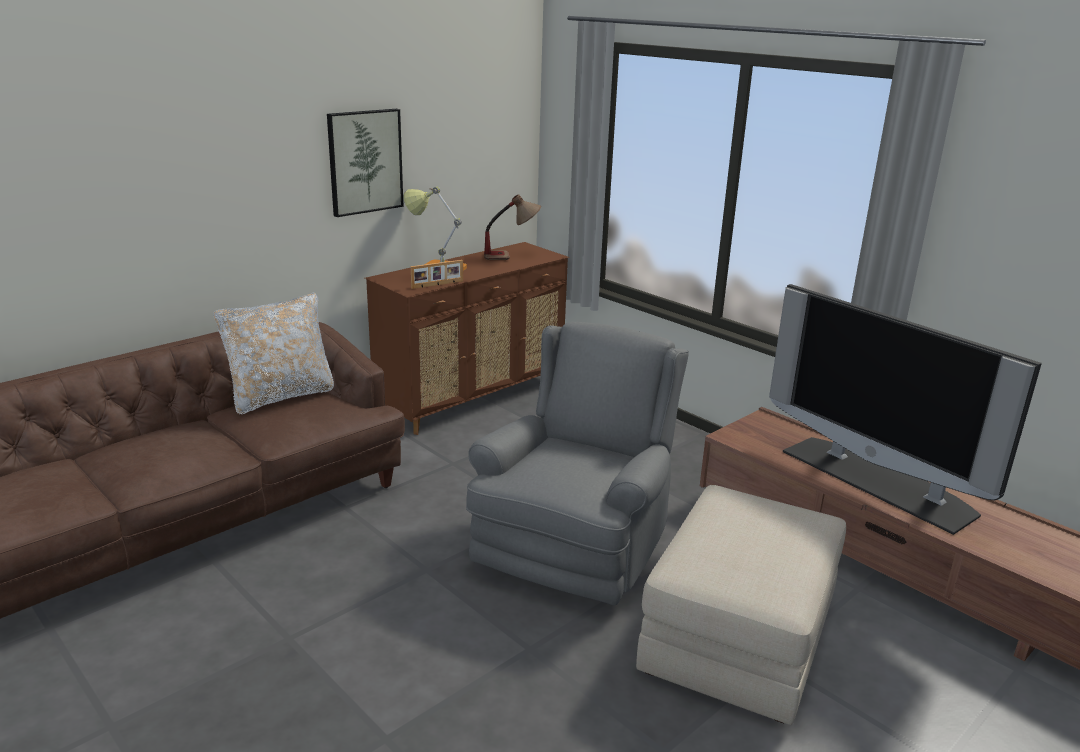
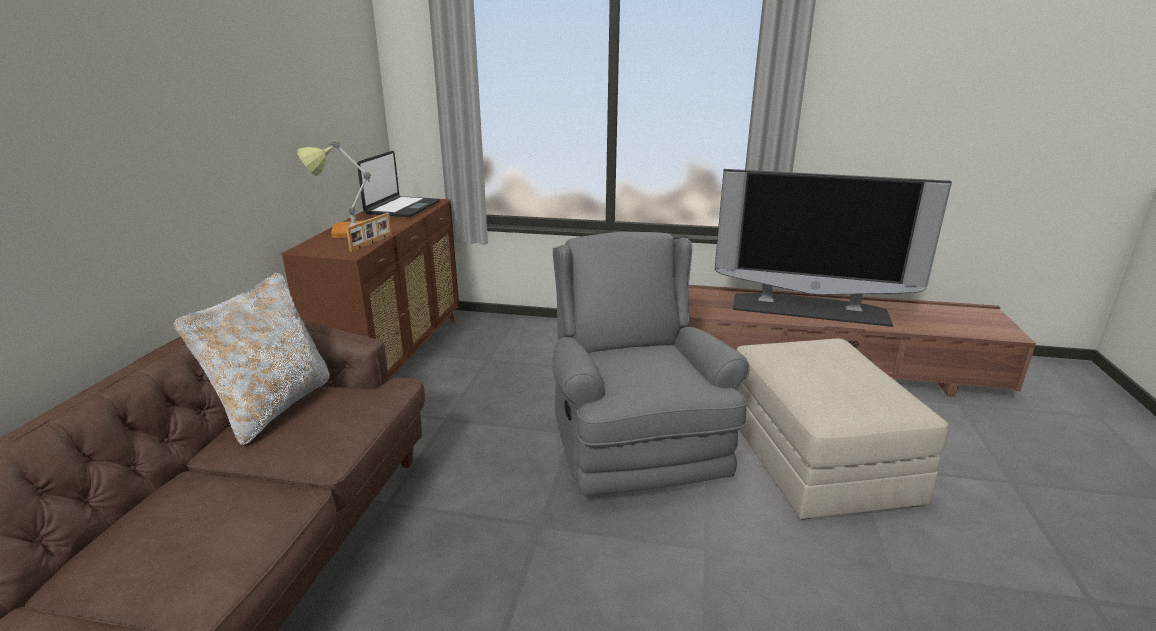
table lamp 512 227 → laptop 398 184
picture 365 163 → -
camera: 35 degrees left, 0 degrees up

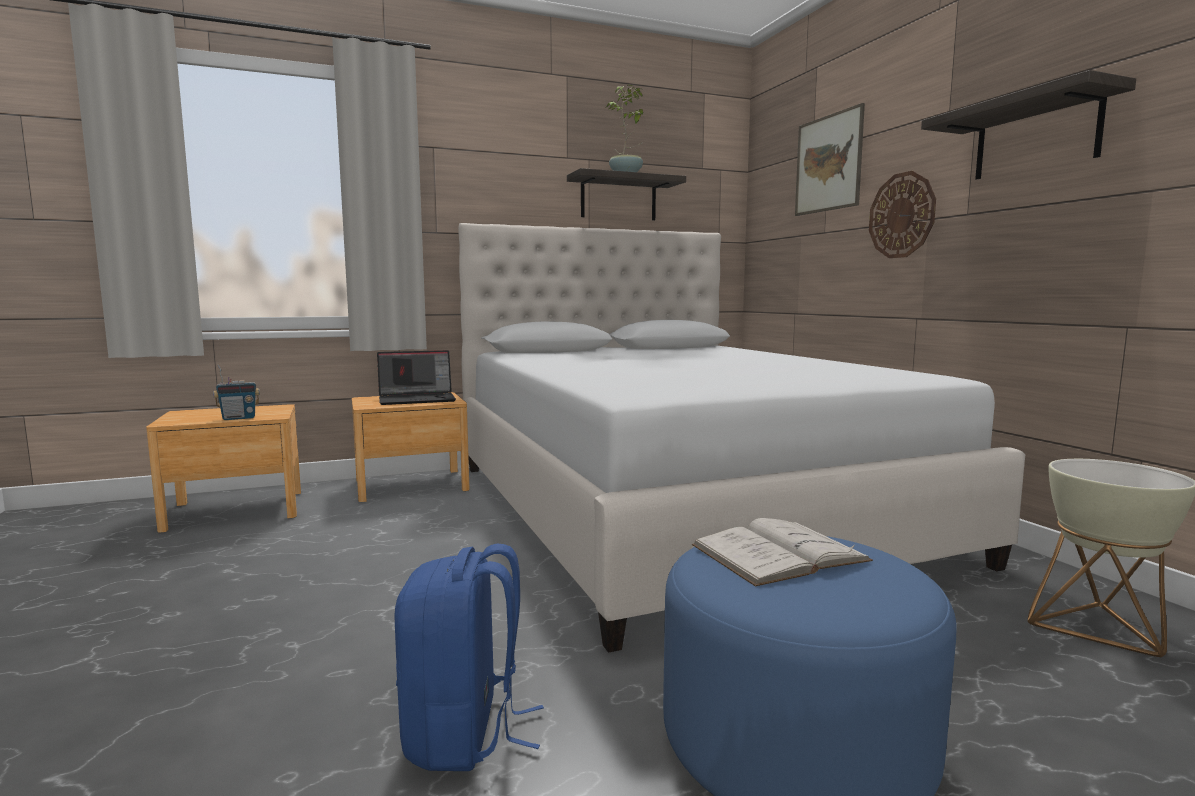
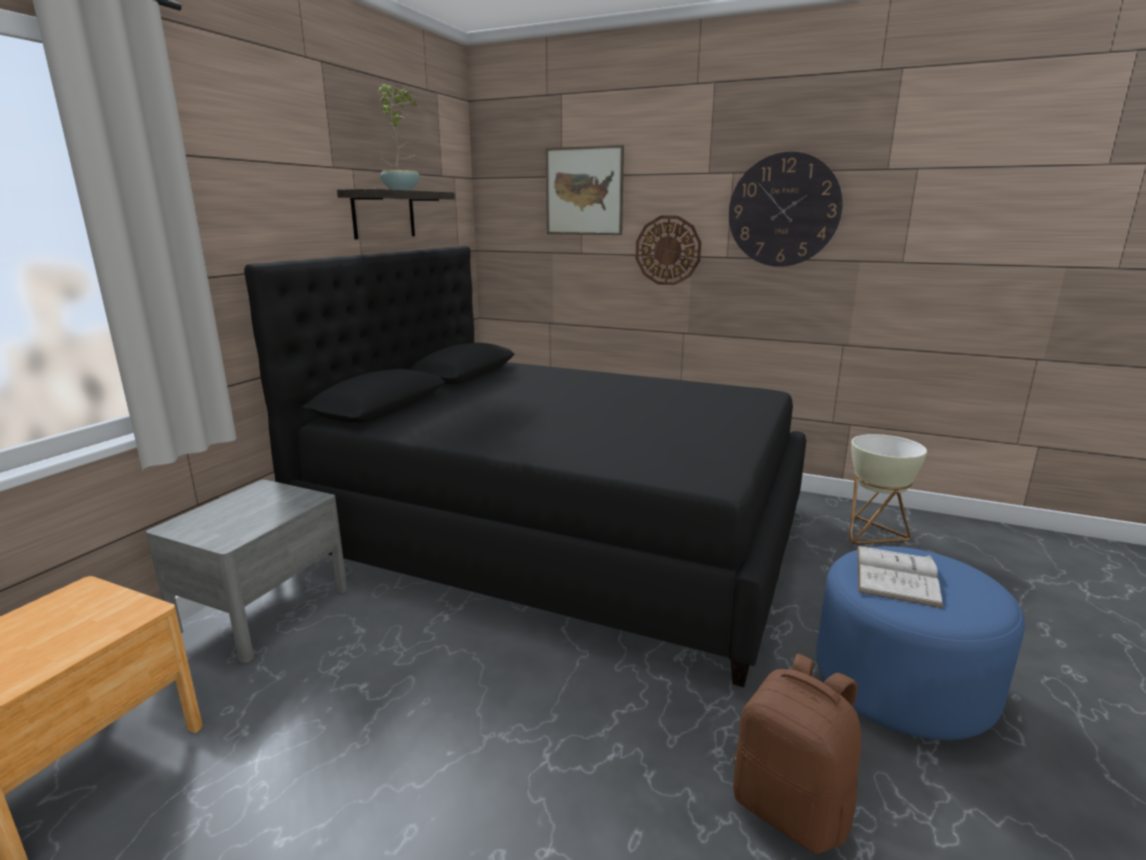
brown nightstand 411 447 → grey nightstand 246 571
white bed 741 438 → black bed 525 466
shelf 1028 124 → wall clock 786 209
blue backpack 469 657 → brown backpack 797 753
radio 236 392 → -
laptop 416 377 → -
camera: 45 degrees left, 10 degrees up

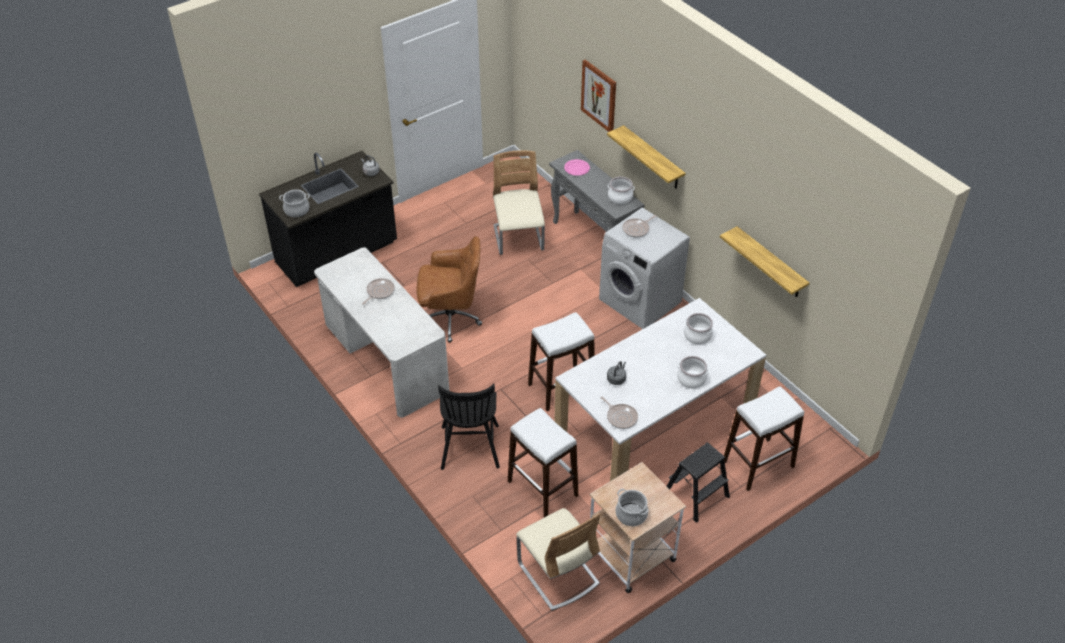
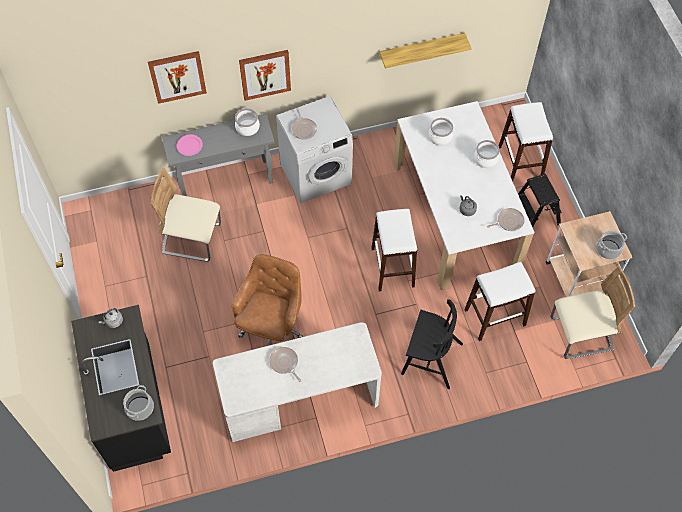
shelf 646 157 → picture 265 75
camera: 70 degrees left, 15 degrees up

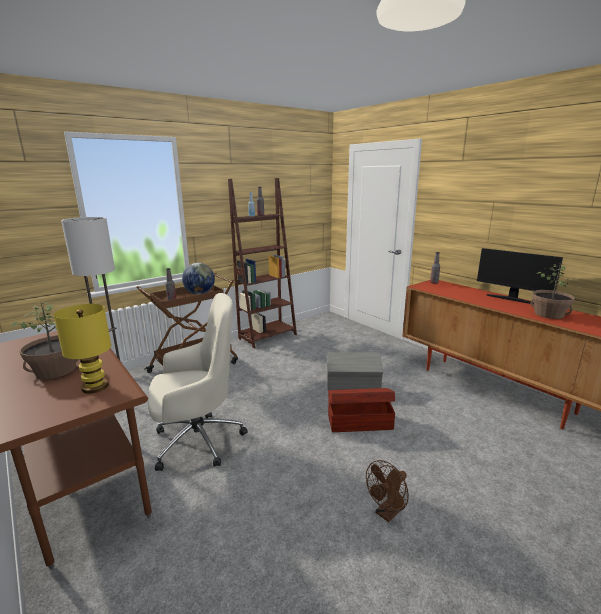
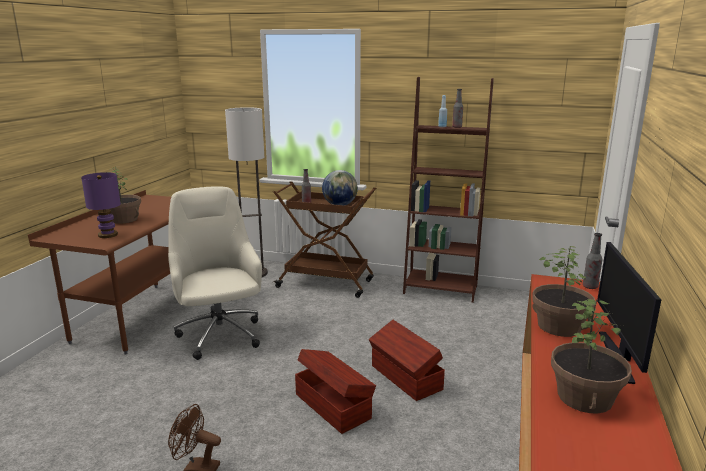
yellow table lamp 82 349 → purple table lamp 101 205
beige office chair 198 382 → beige office chair 215 273, 150 degrees counterclockwise
grey storage box 355 371 → brown storage box 407 360
- → potted plant 563 291
camera: 55 degrees right, 0 degrees up

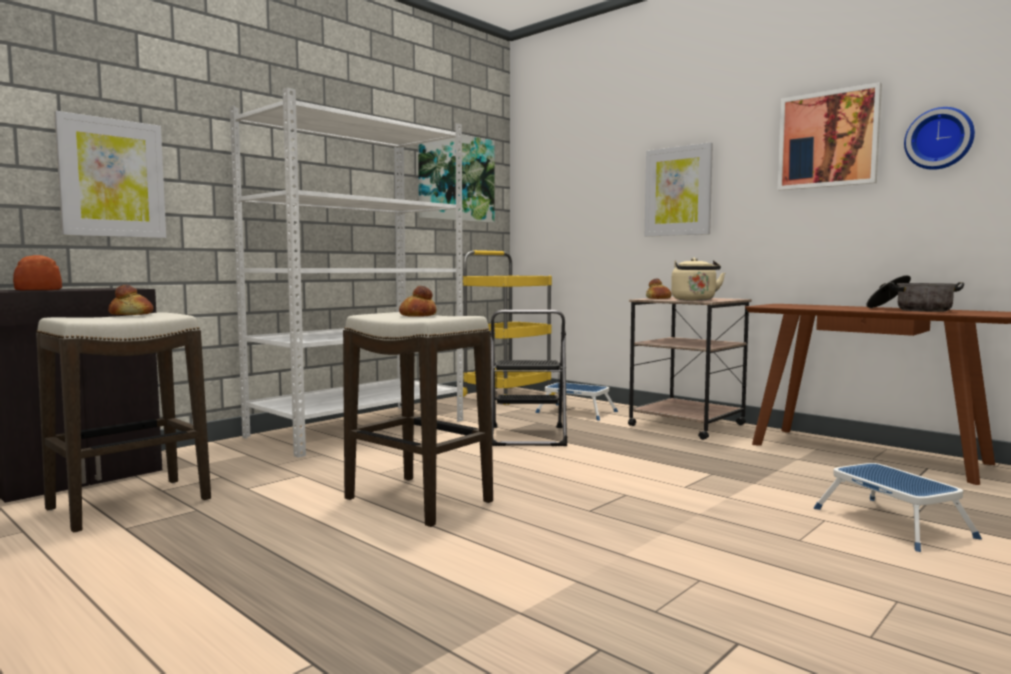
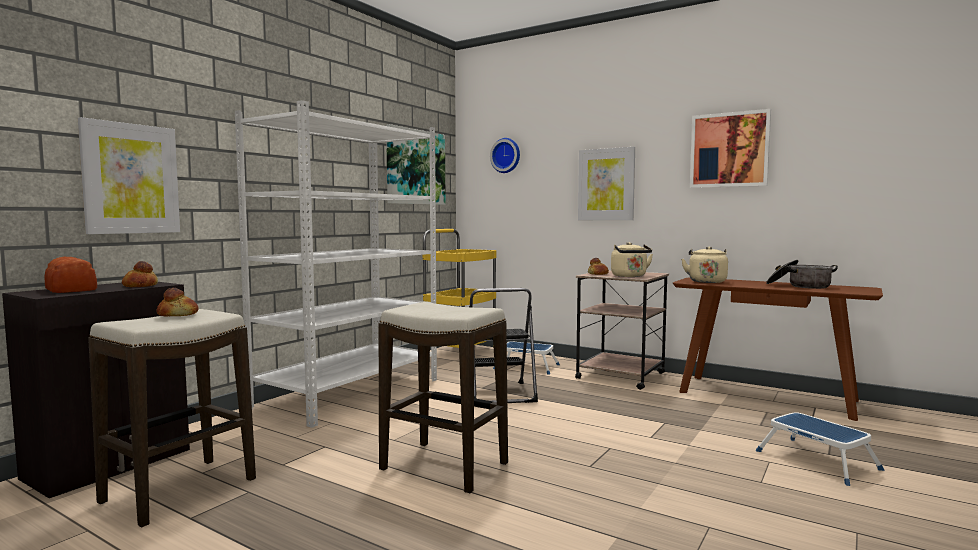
bread 418 301 → bread 140 274, shifted
wall clock 939 138 → wall clock 505 155, shifted
- → beige kettle 704 264
camera: 10 degrees left, 0 degrees up

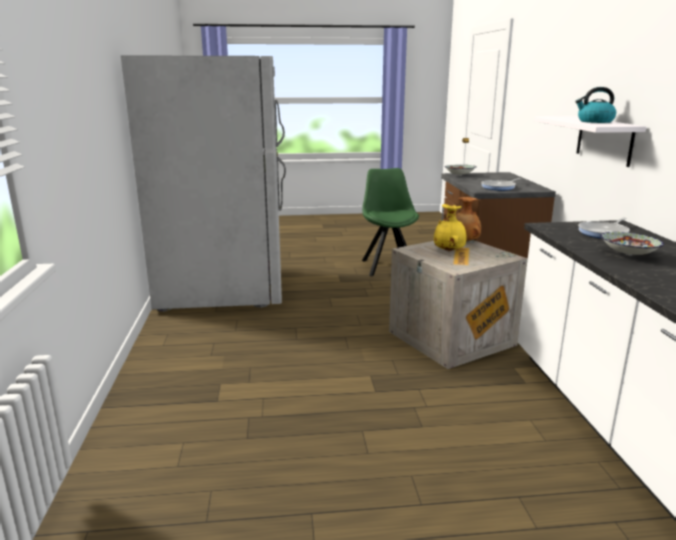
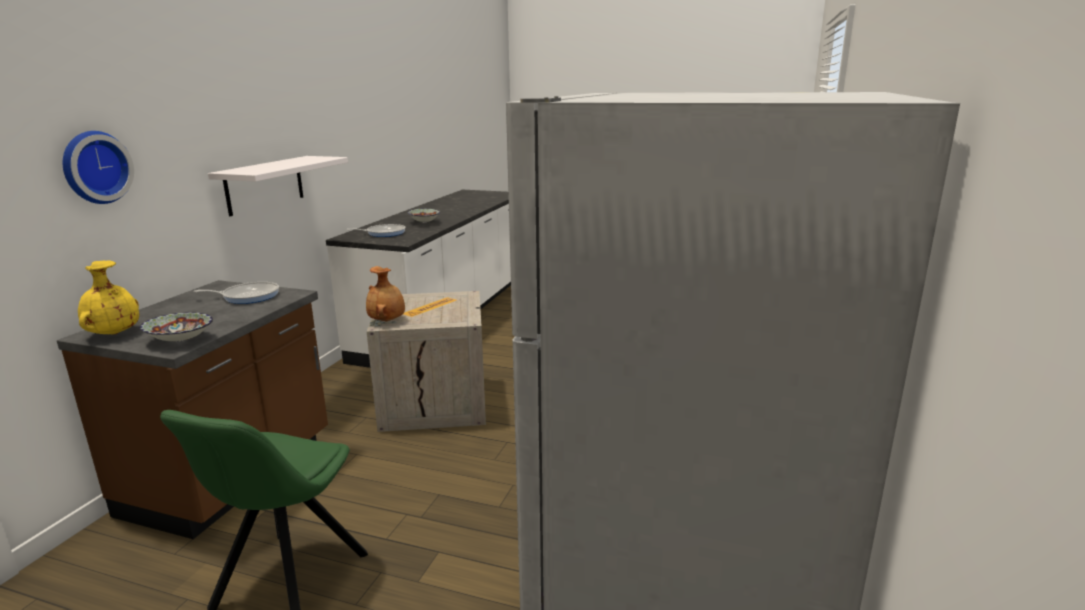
- → wall clock 98 167
yellow vase 450 227 → yellow vase 108 298, shifted
kettle 595 105 → -
camera: 155 degrees left, 0 degrees up

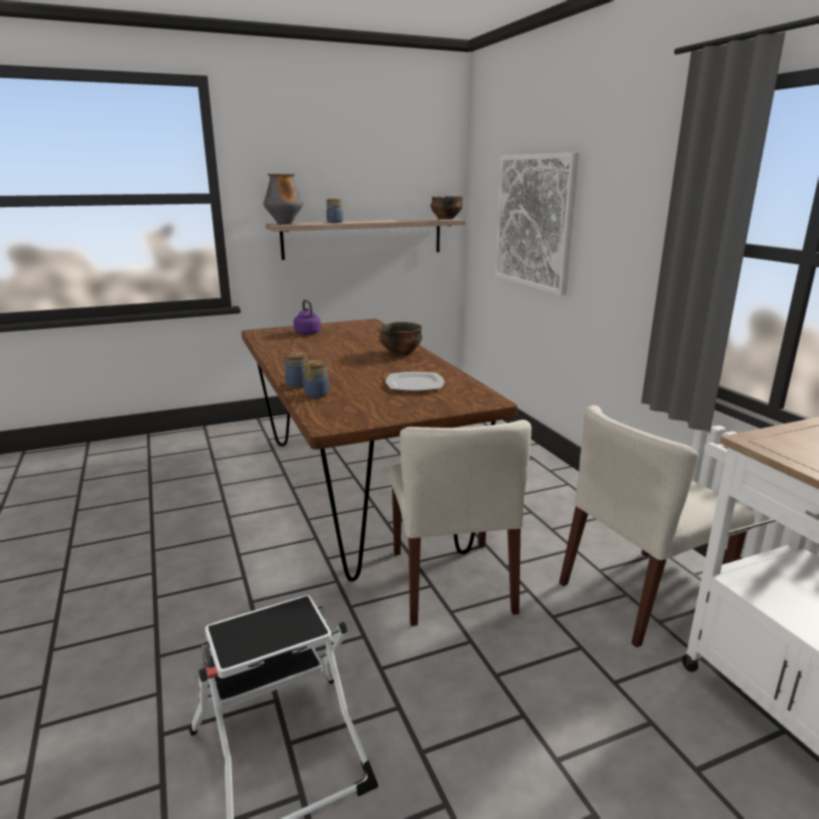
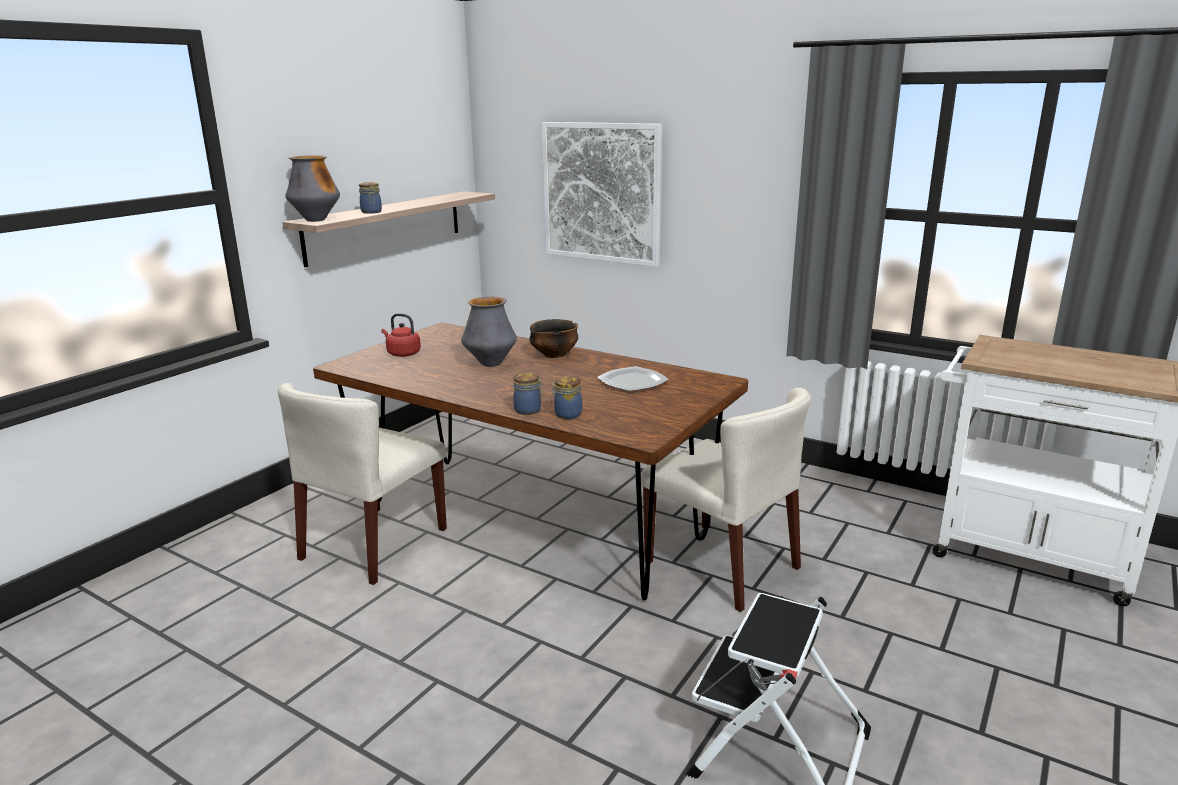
beige chair 657 526 → beige chair 362 484, shifted
purple kettle 307 317 → red kettle 401 335
- → vase 489 332
bowl 447 207 → -
camera: 35 degrees left, 0 degrees up

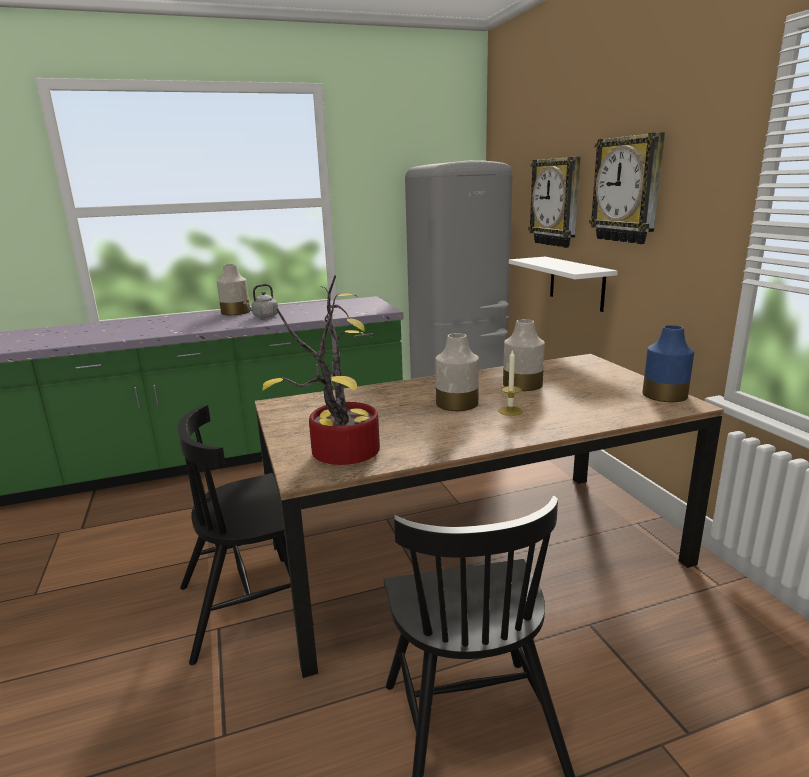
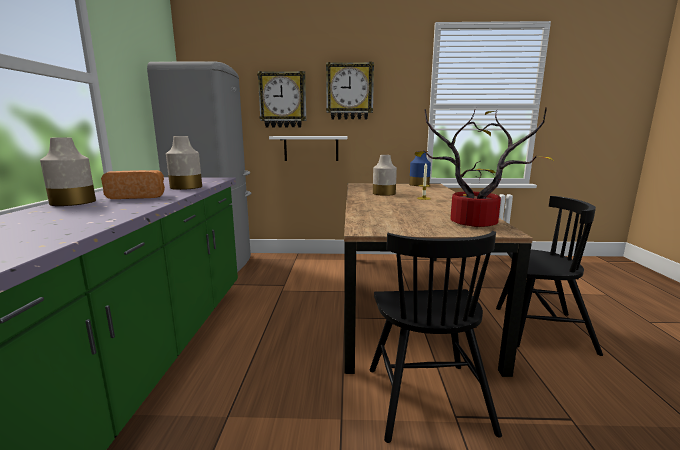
grey kettle 260 301 → bread 133 184
beige vase 457 372 → beige vase 184 163, shifted
camera: 70 degrees left, 5 degrees down

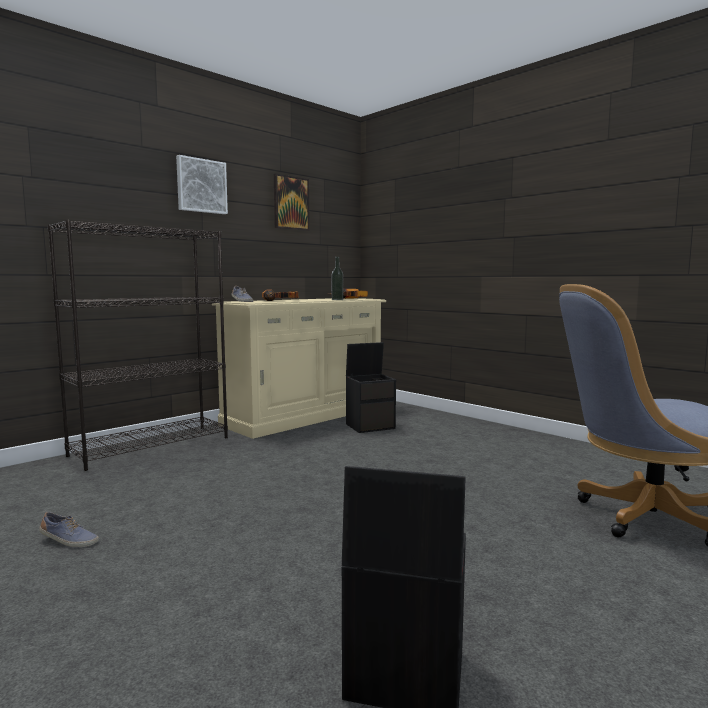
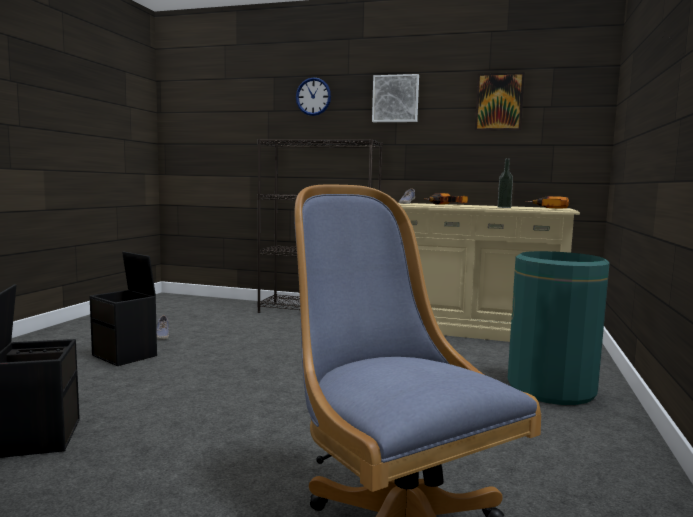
black storage box 371 387 → black storage box 123 308, shifted
- → wall clock 313 96
- → green trash can 559 328
camera: 60 degrees right, 0 degrees up

